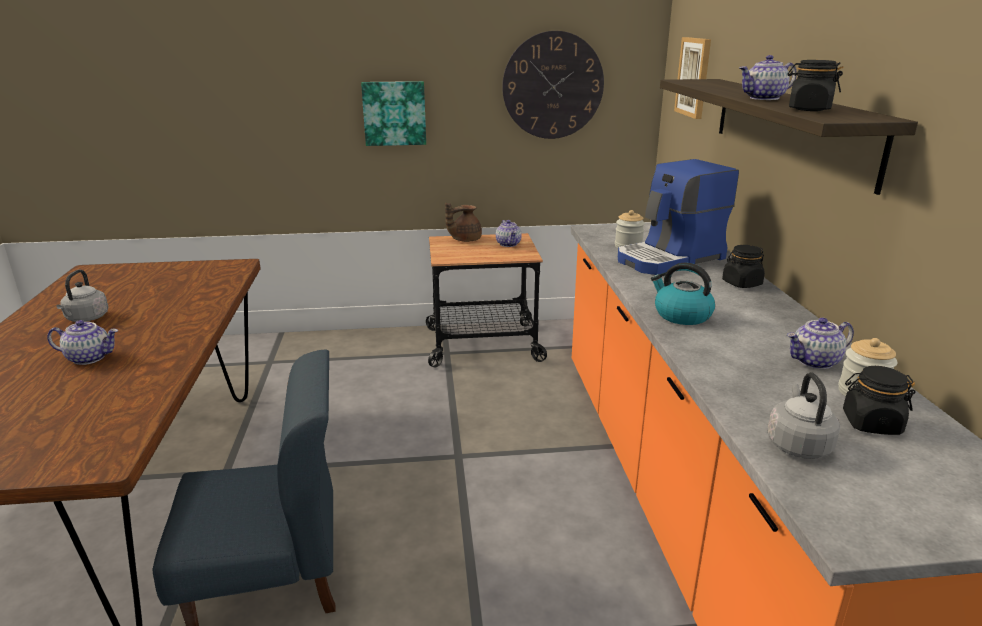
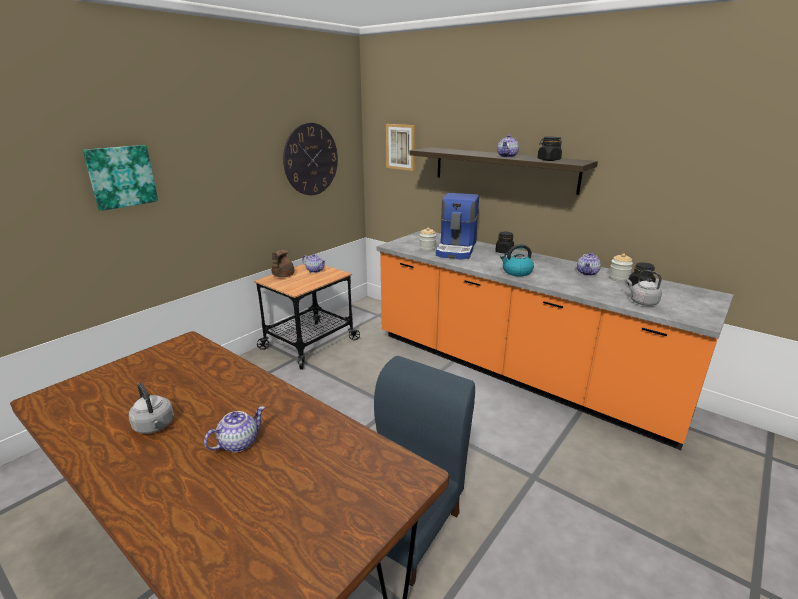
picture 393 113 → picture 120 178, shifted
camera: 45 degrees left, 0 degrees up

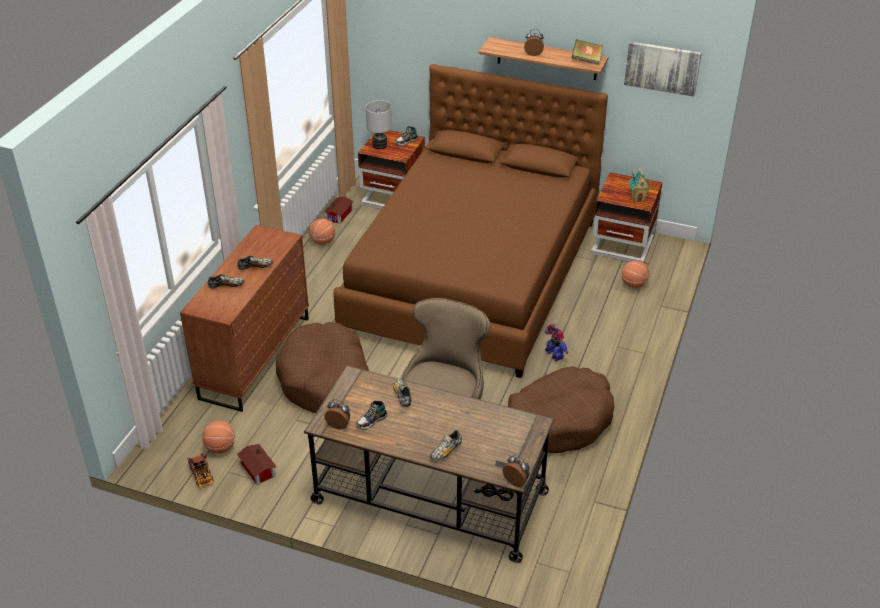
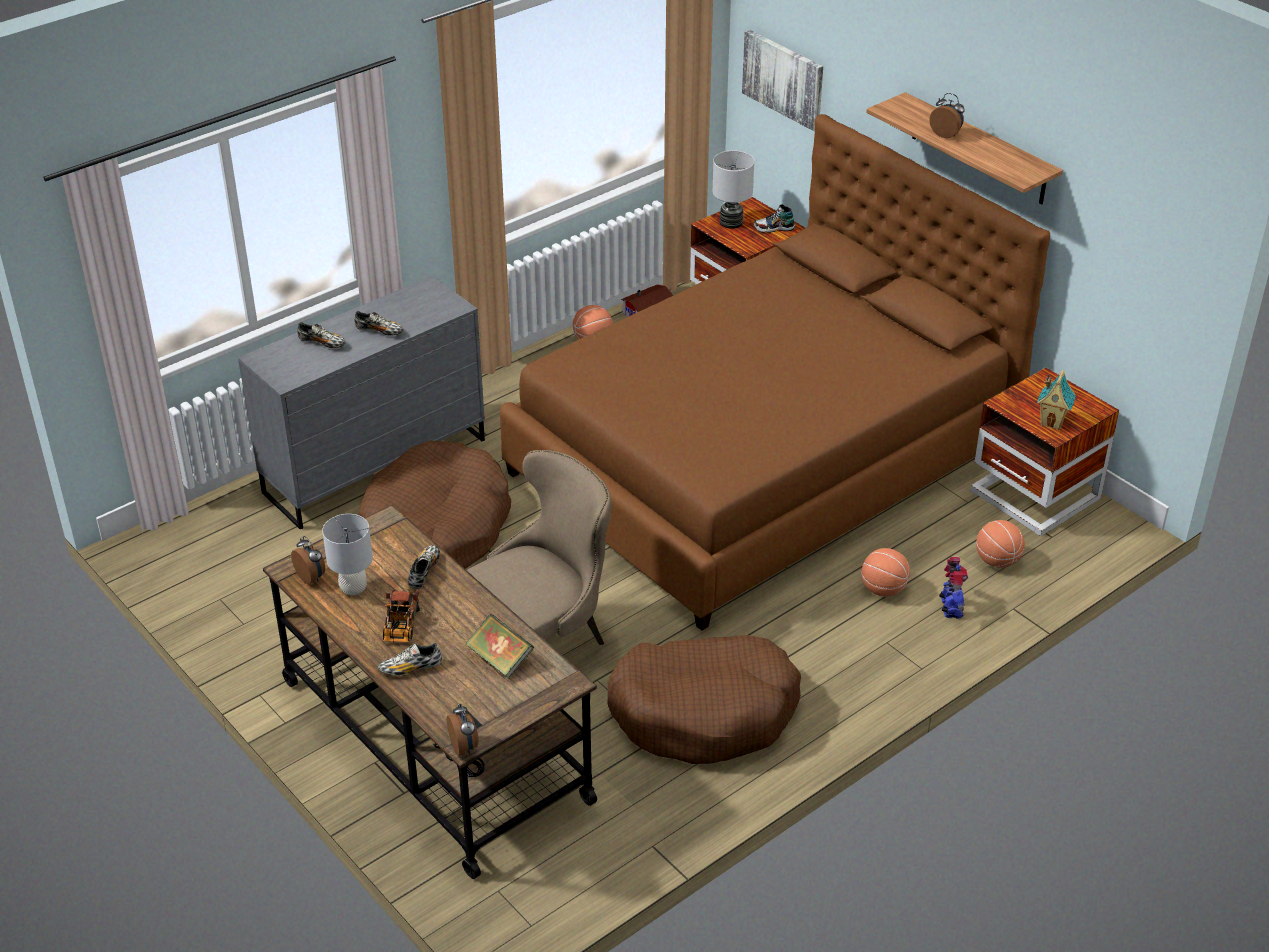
brown dresser 244 318 → grey dresser 361 402
shoe 371 415 → grey table lamp 347 554
toy truck 201 470 → toy truck 401 616, shifted
book 587 52 → book 500 646, shifted
picture 663 69 → picture 782 80, shifted
basketball 218 437 → basketball 885 572, shifted
toy robot 556 342 → toy robot 953 588, shifted
toy house 257 464 → -
camera: 30 degrees right, 0 degrees up

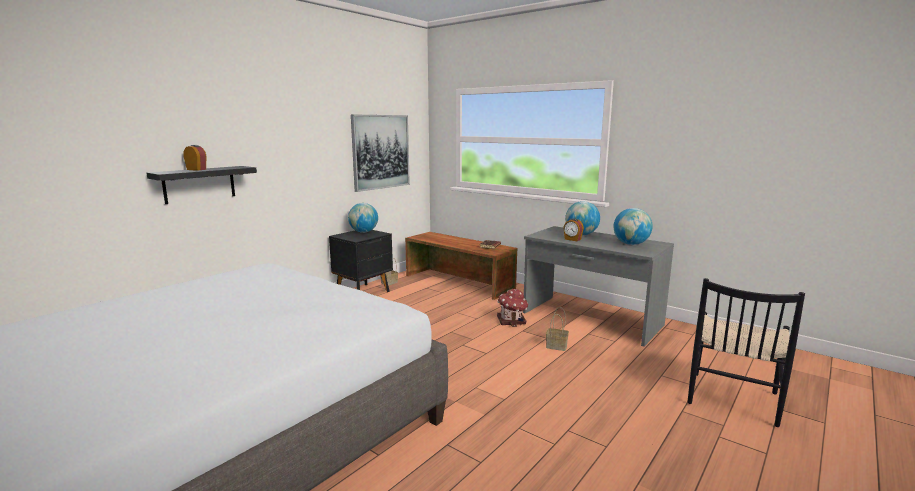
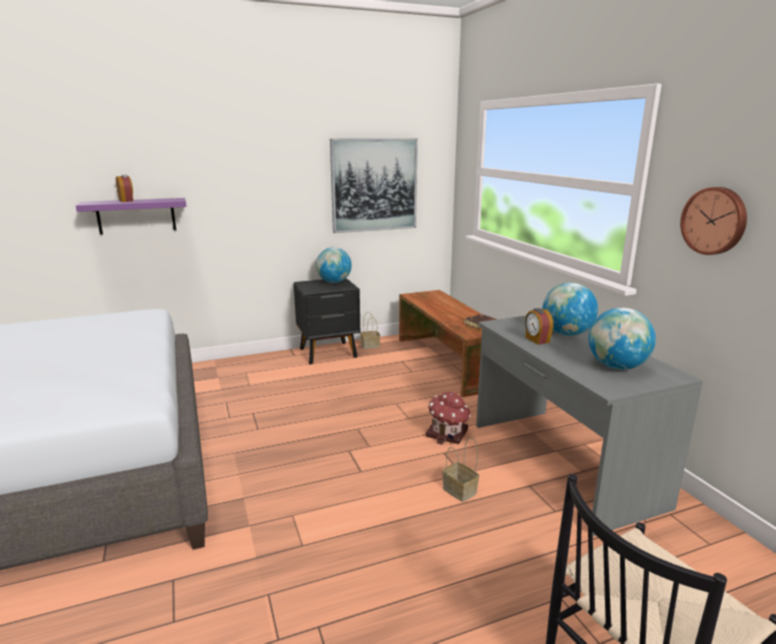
black shelf 202 185 → purple shelf 131 216
- → wall clock 713 221
camera: 30 degrees right, 5 degrees up

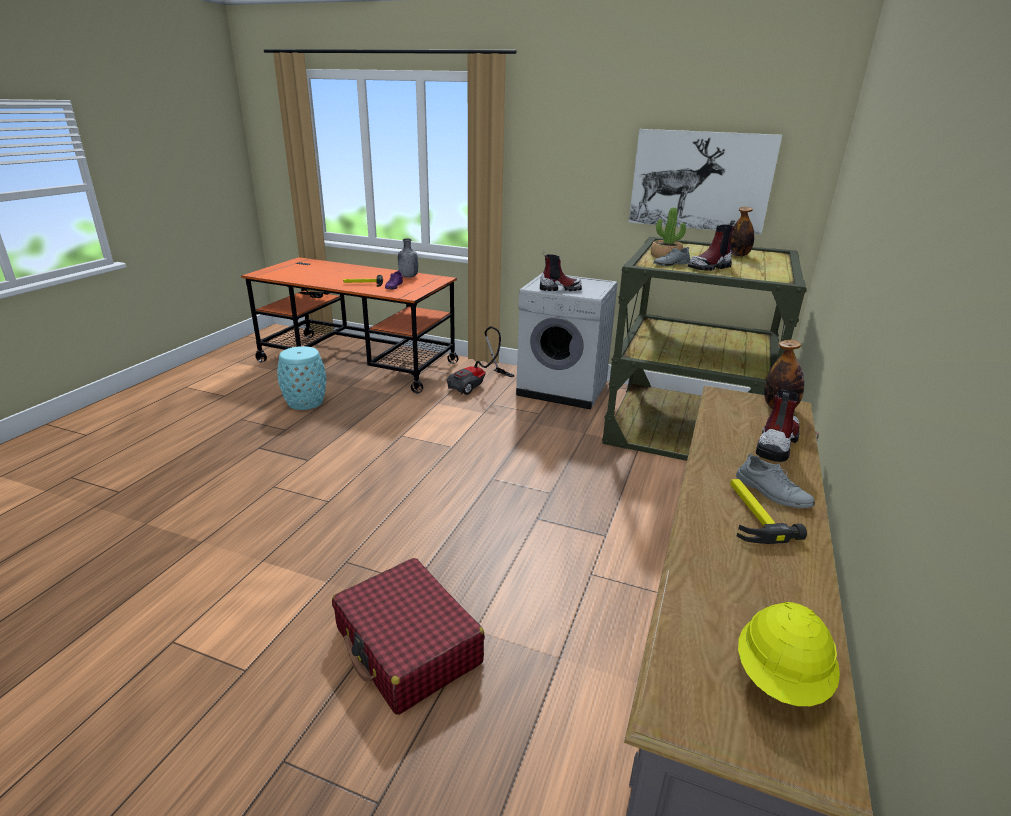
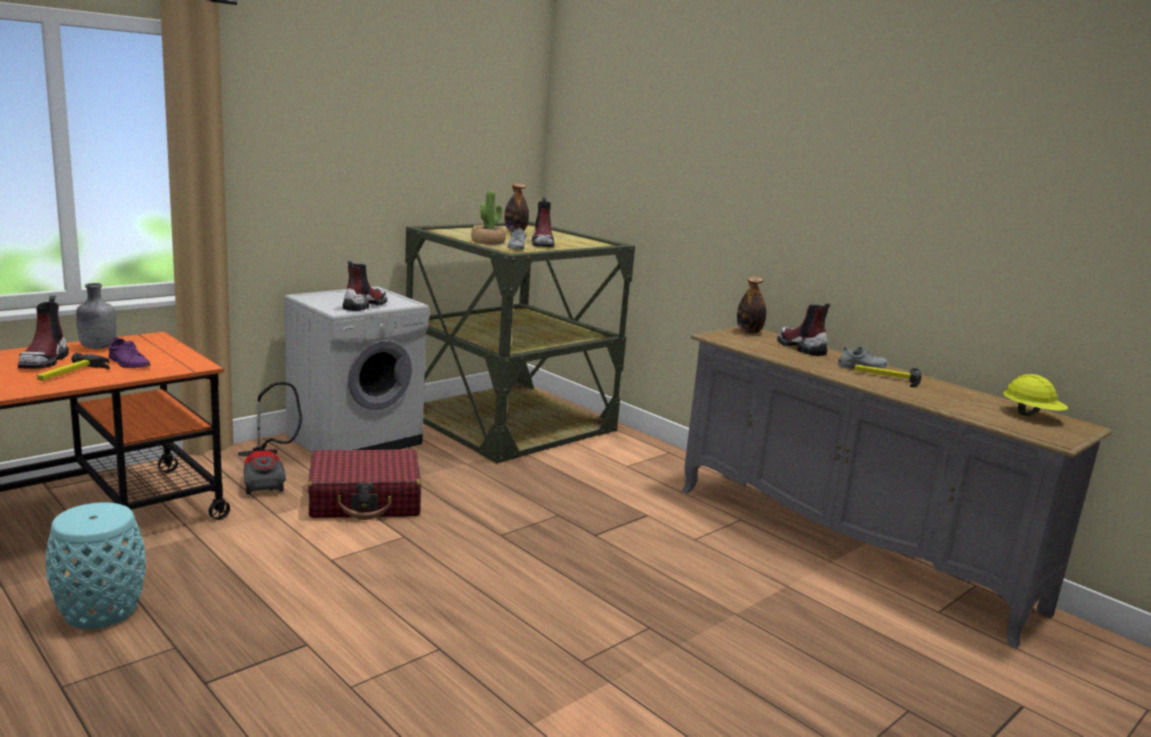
- → boot 43 332
red suitcase 408 636 → red suitcase 364 484, shifted
picture 705 181 → -
camera: 65 degrees left, 10 degrees down

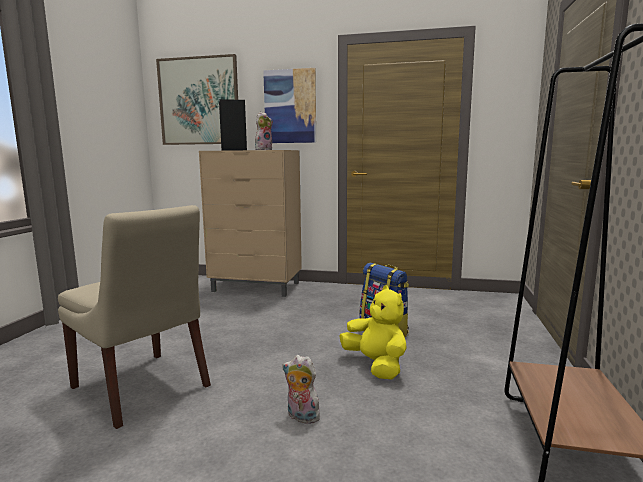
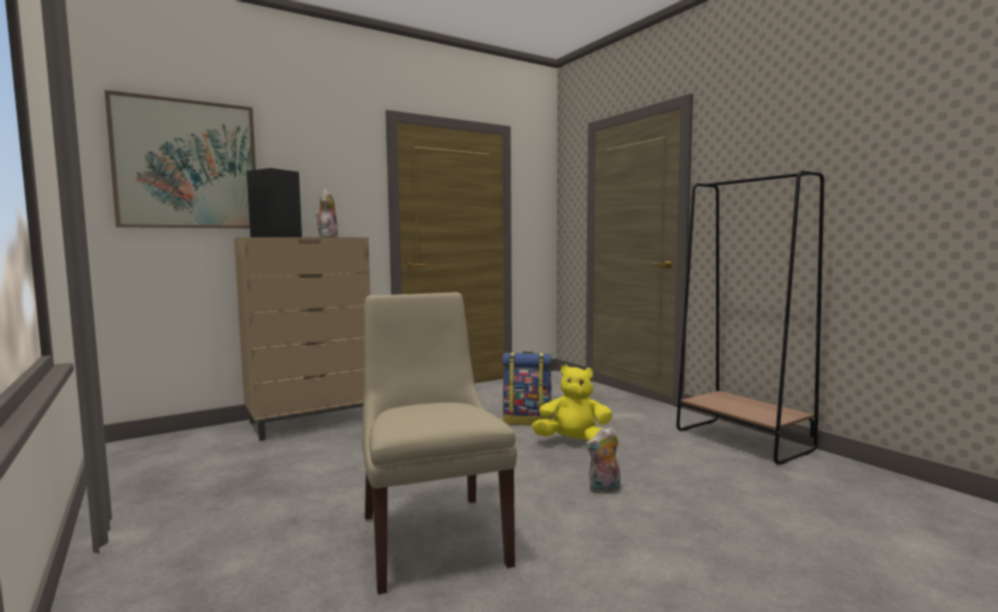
beige chair 134 317 → beige chair 439 443, 105 degrees counterclockwise
picture 289 105 → -
camera: 45 degrees left, 5 degrees down

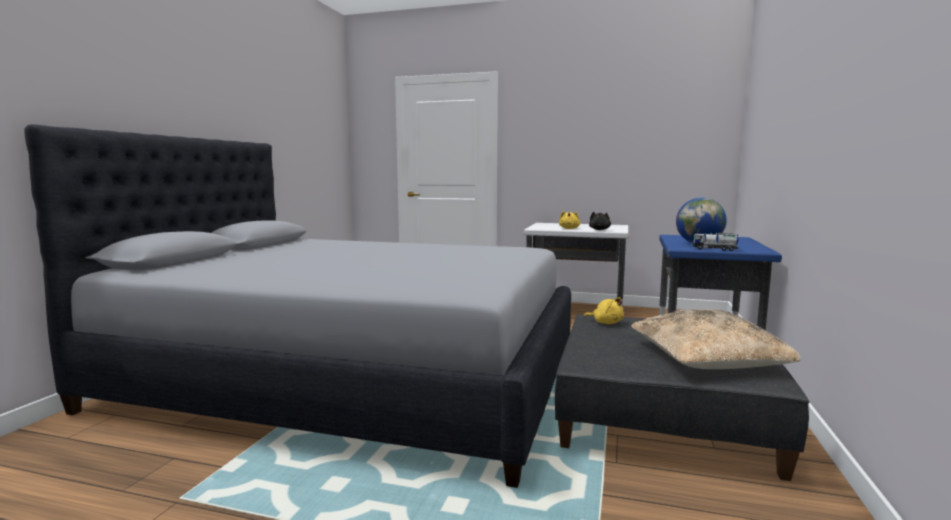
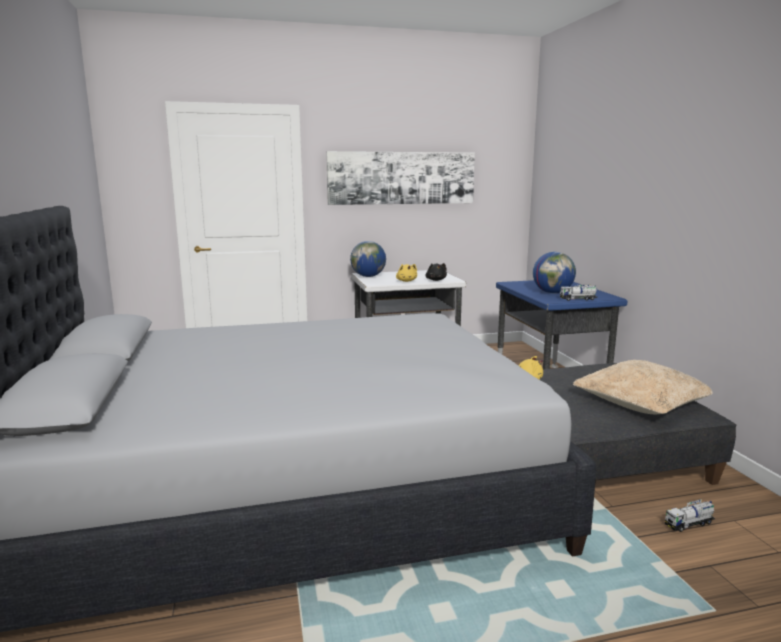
- → picture 400 178
- → globe 368 259
- → toy truck 690 515
camera: 30 degrees left, 5 degrees up

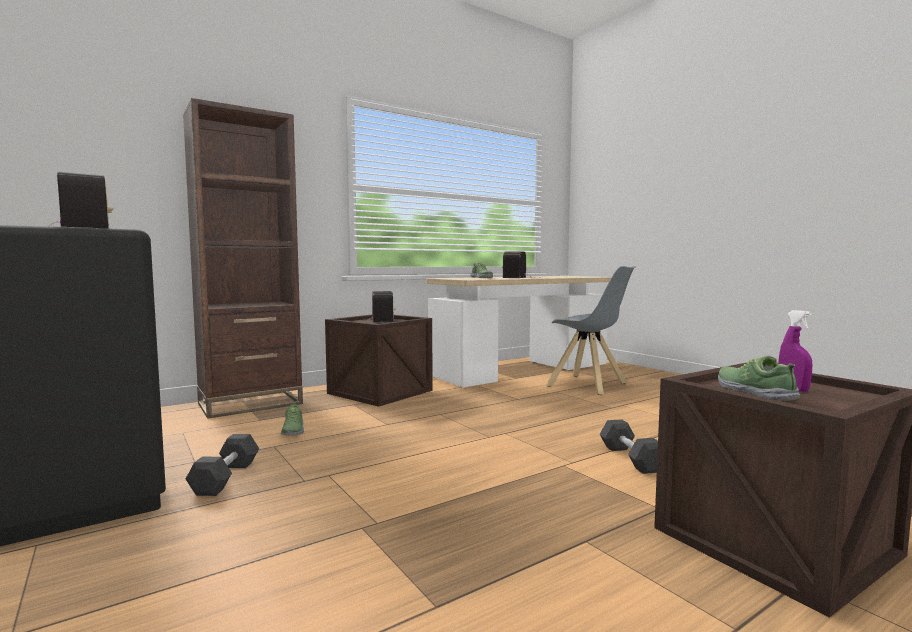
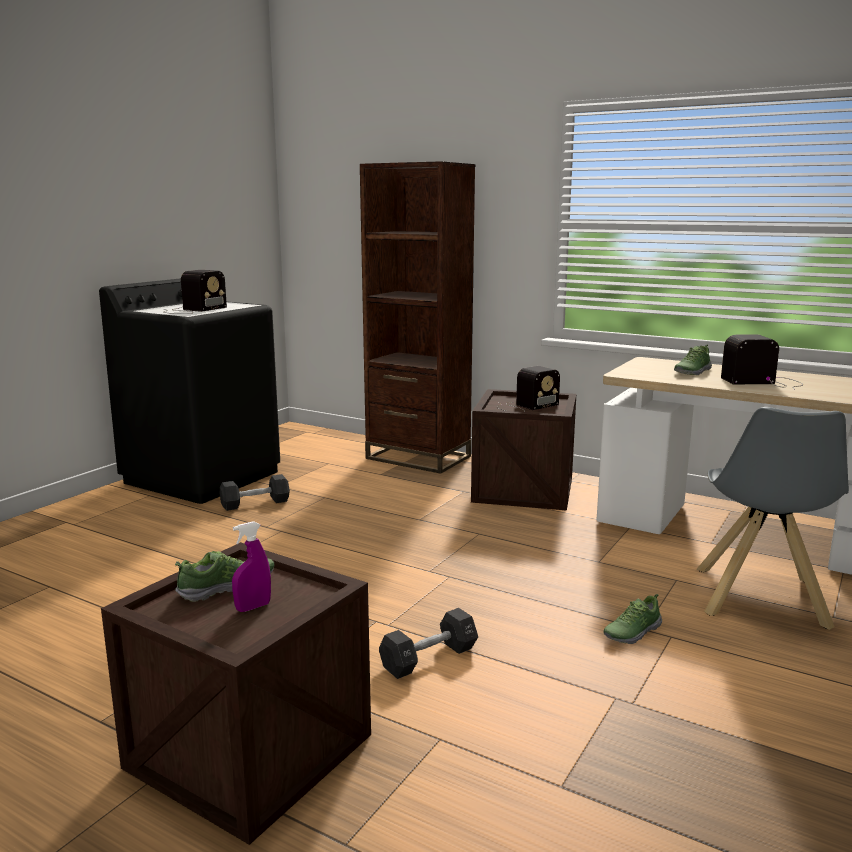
shoe 292 419 → shoe 632 619, shifted
camera: 65 degrees right, 10 degrees up

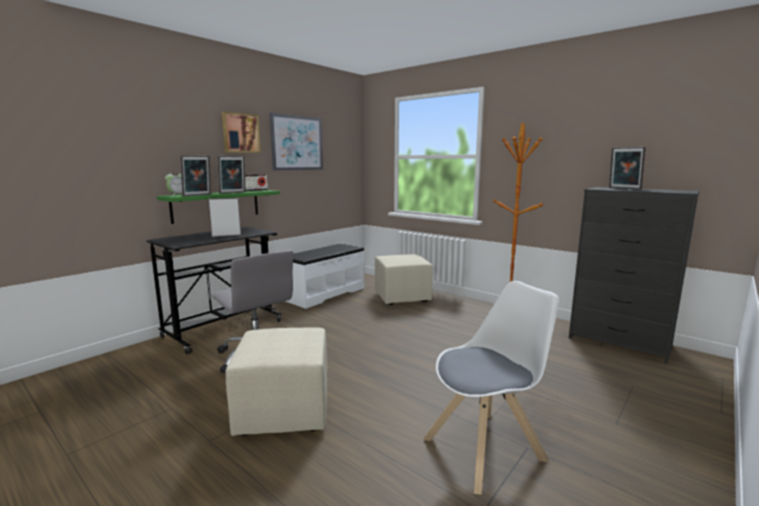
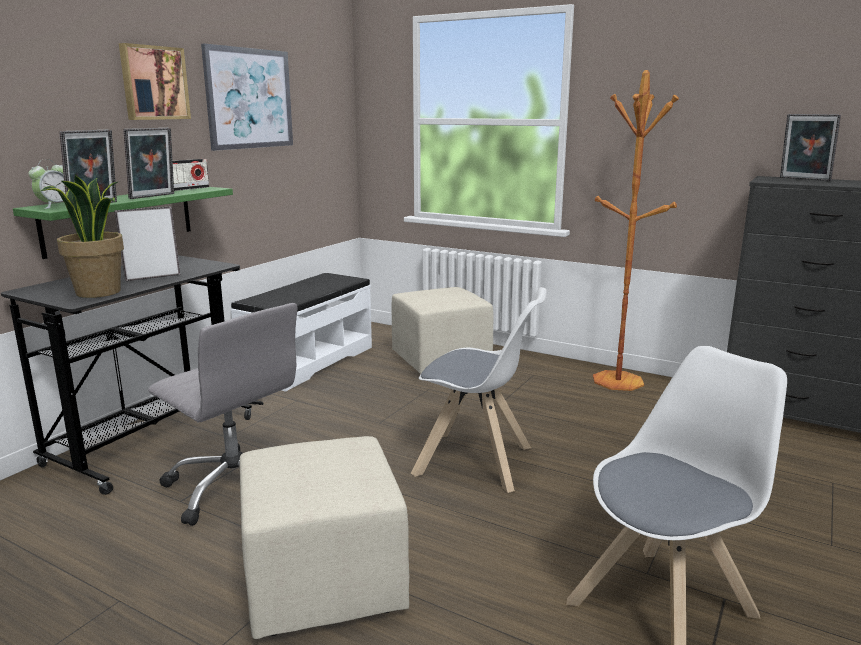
- → potted plant 82 236
- → chair 478 390
camera: 10 degrees left, 5 degrees up

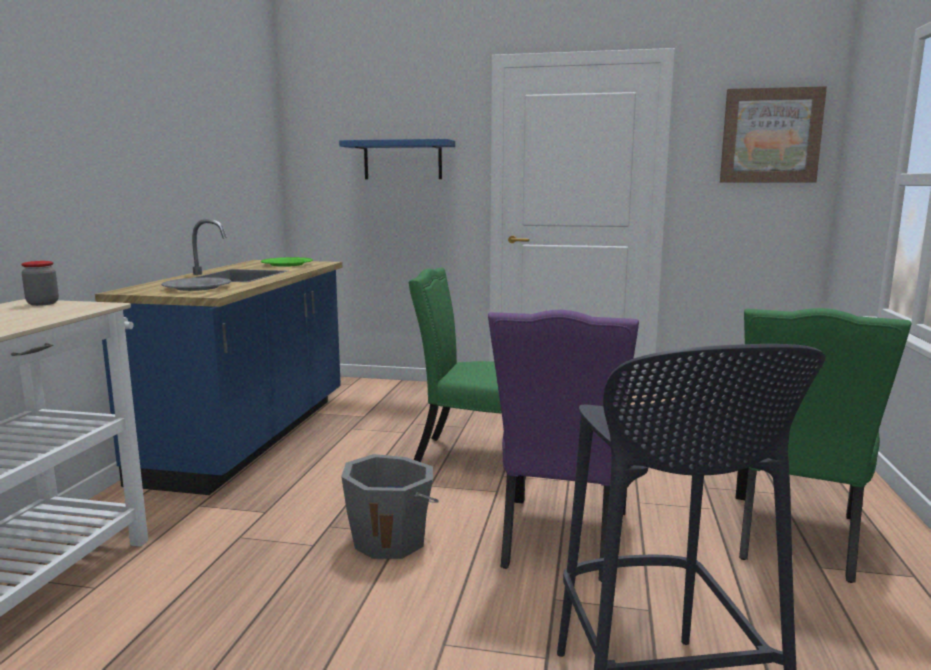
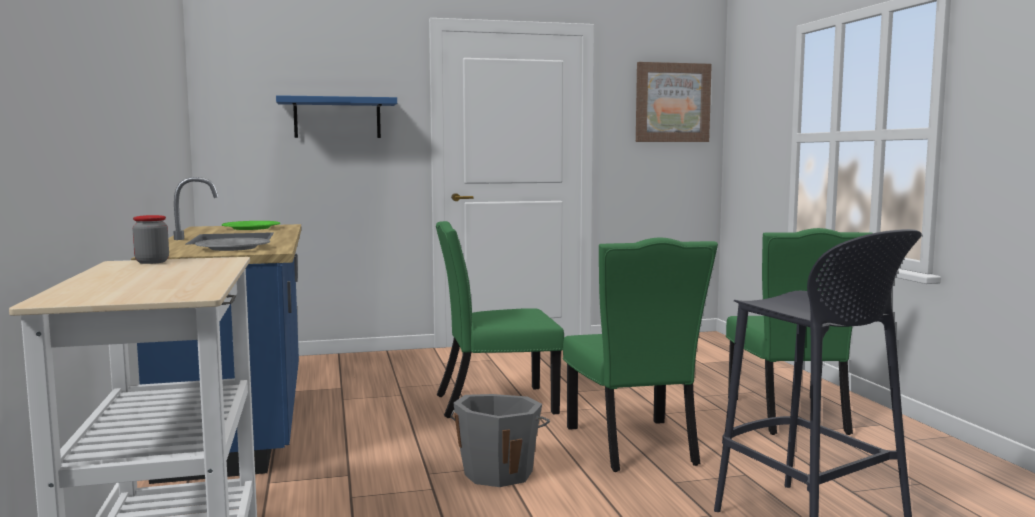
purple chair 563 446 → green chair 640 354
camera: 25 degrees left, 5 degrees down

